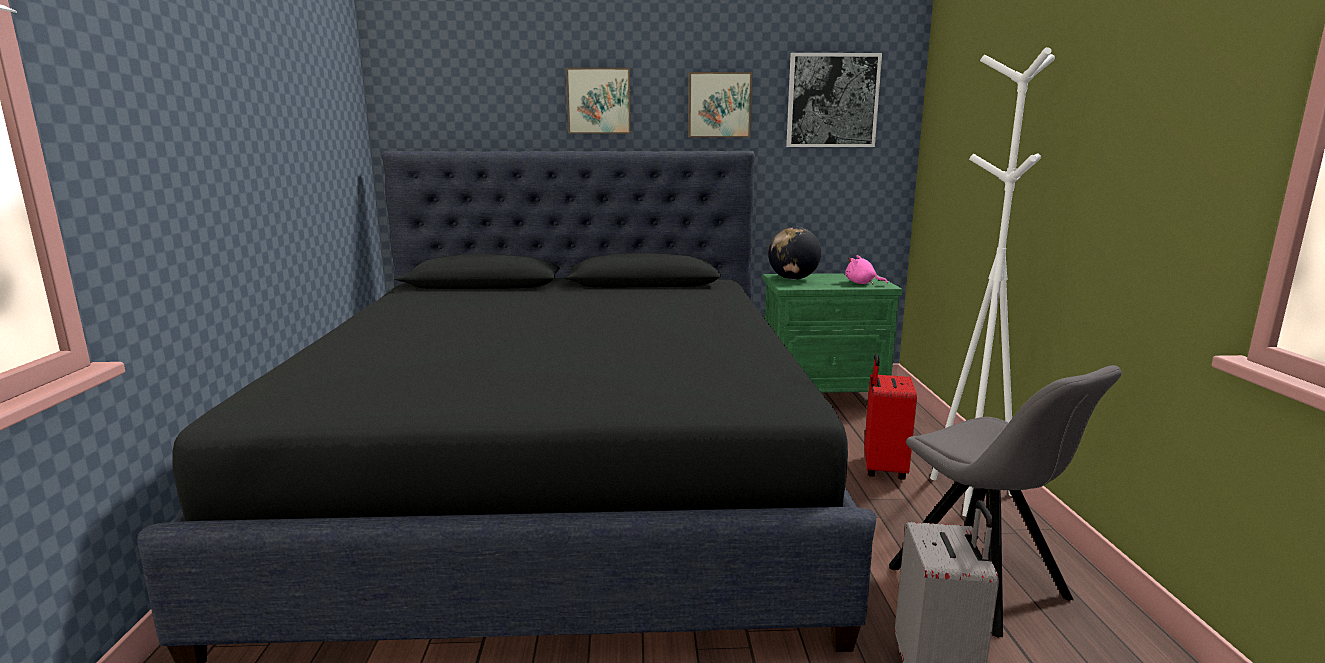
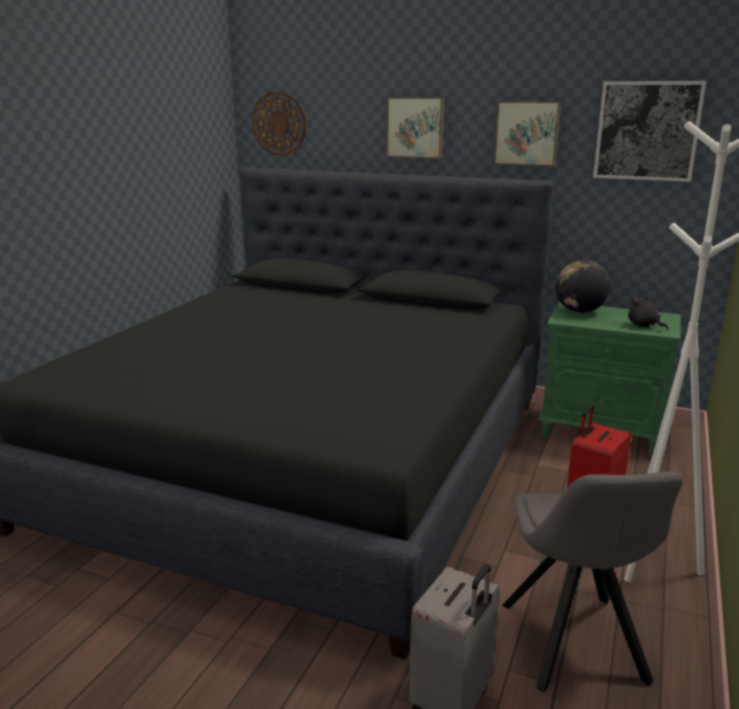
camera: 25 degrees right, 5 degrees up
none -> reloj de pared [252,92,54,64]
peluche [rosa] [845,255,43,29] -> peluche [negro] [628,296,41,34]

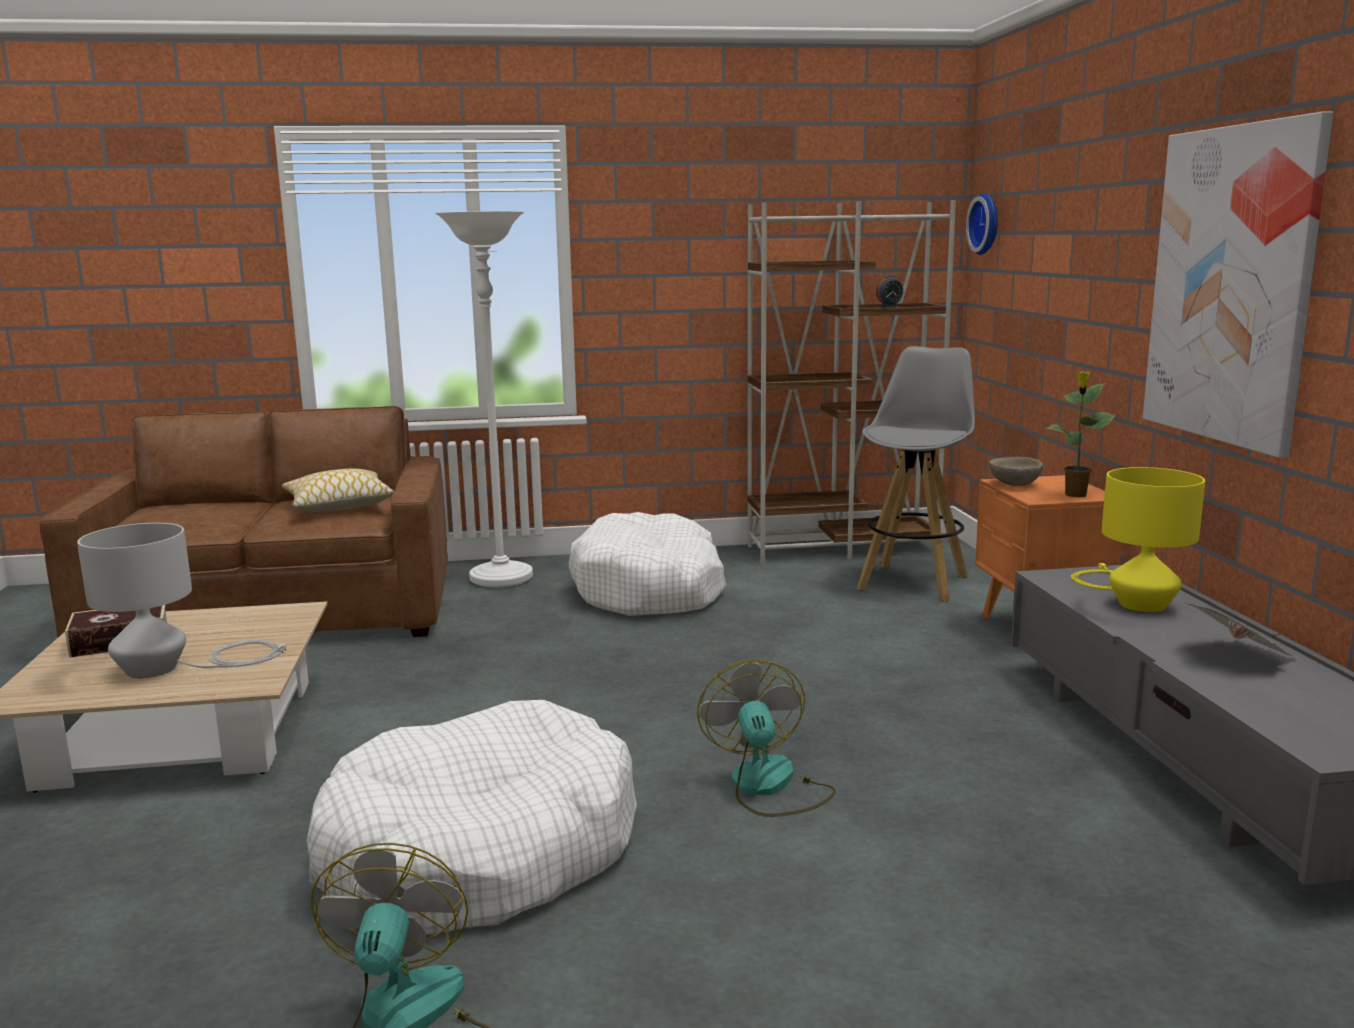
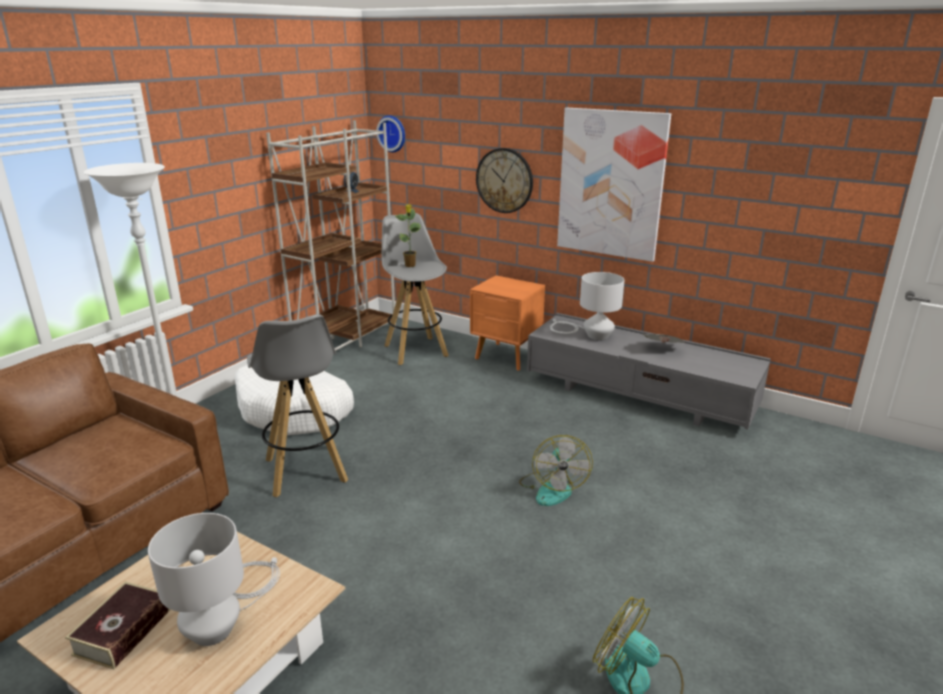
camera: 50 degrees left, 10 degrees up
cojín [282,469,112,43] -> none
cama para perro [blanco] [307,700,330,234] -> none
cuenco [beis] [989,457,54,29] -> none
none -> taburete [gris] [247,314,101,183]
none -> reloj de pared [476,148,57,65]
planta en maceta [1045,371,71,126] -> planta en maceta [395,204,26,63], shifted
lámpara de mesa [amarillo] [1071,467,134,146] -> lámpara de mesa [gris] [550,272,74,69]
ventilador [697,659,139,158] -> ventilador [519,435,74,71], 120 degrees counterclockwise

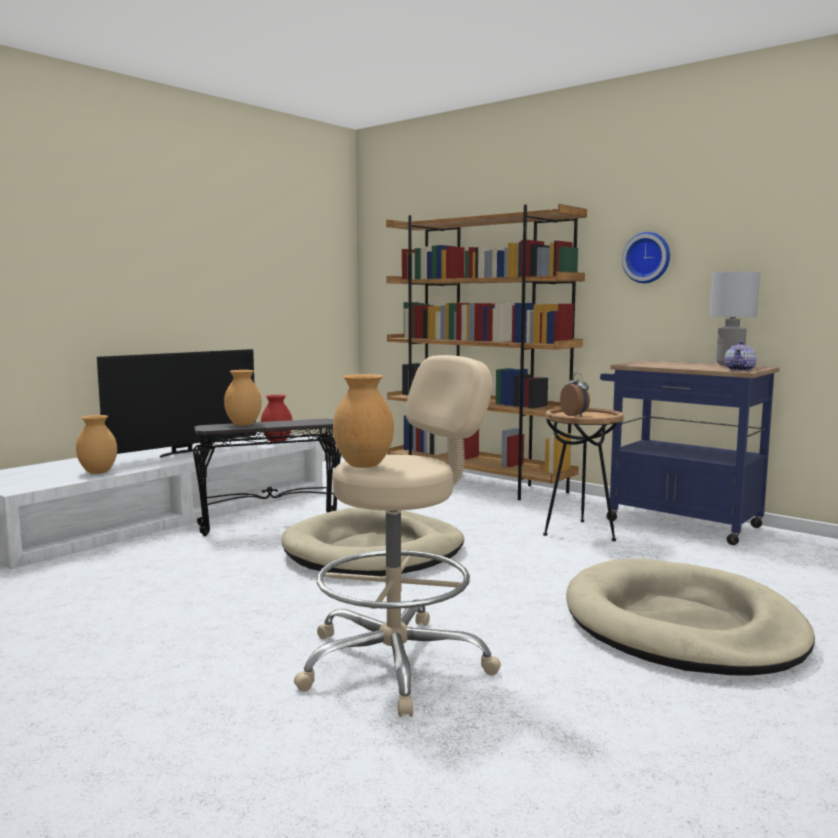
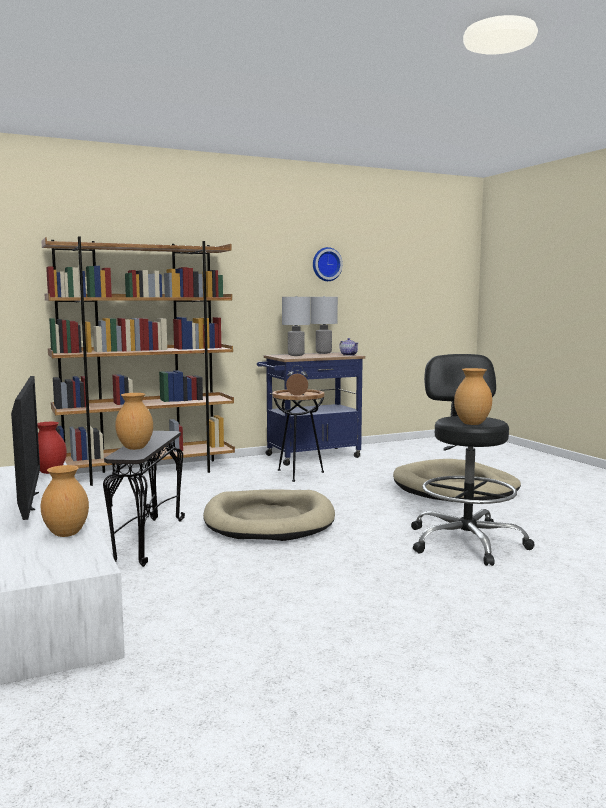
camera: 65 degrees left, 0 degrees up
none -> lámpara de mesa [gris] [282,296,28,60]
reloj de pared [622,232,48,51] -> reloj de pared [313,247,30,34], shifted
taburete [beis] [294,355,207,362] -> taburete [negro] [411,354,124,212]

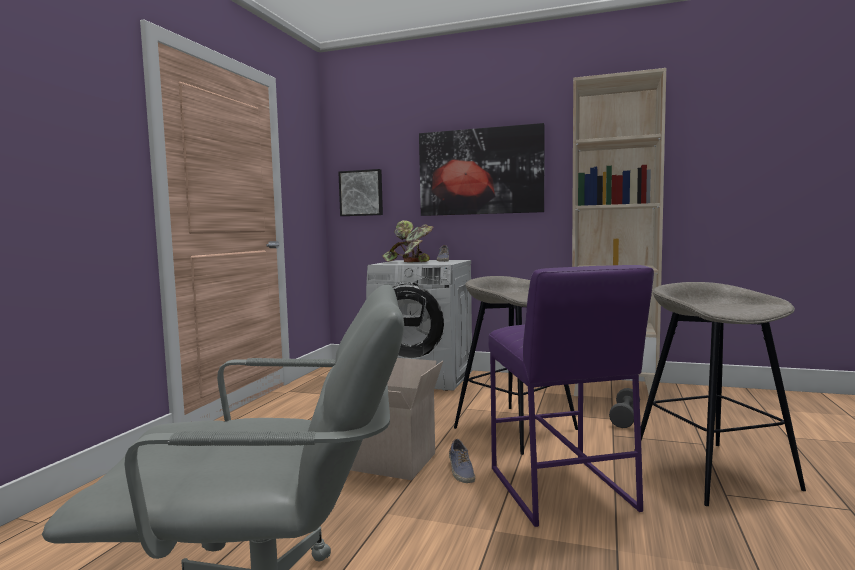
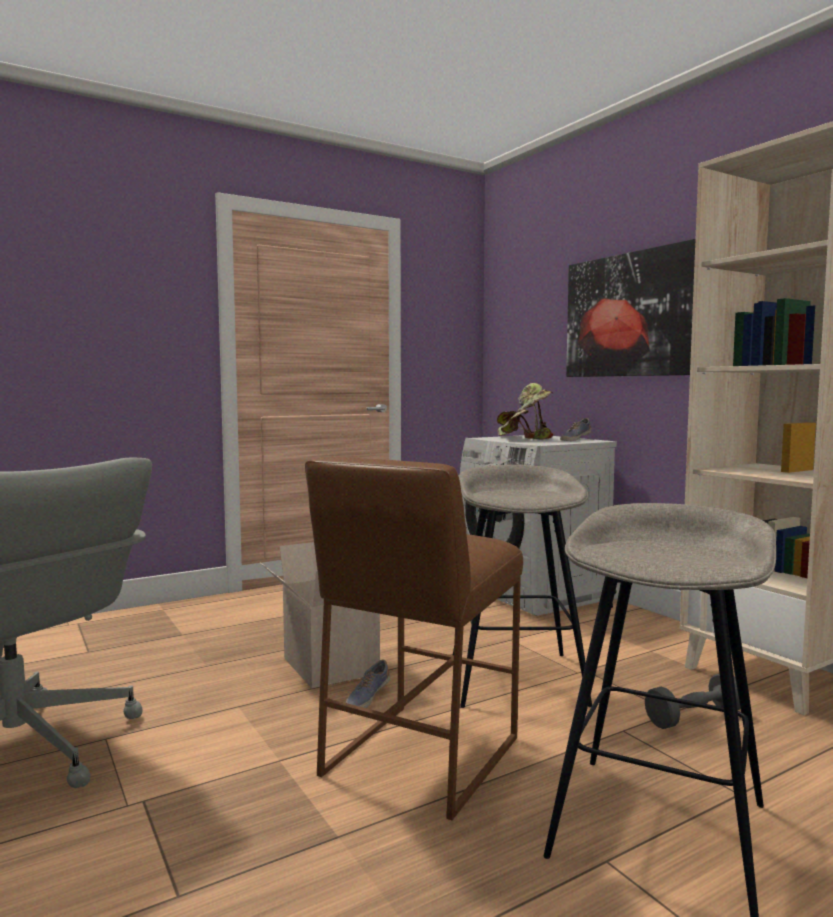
camera: 40 degrees right, 0 degrees up
cuadro [338,169,45,47] -> none
taburete [morado] [488,265,166,262] -> taburete [marrón] [305,457,218,363]

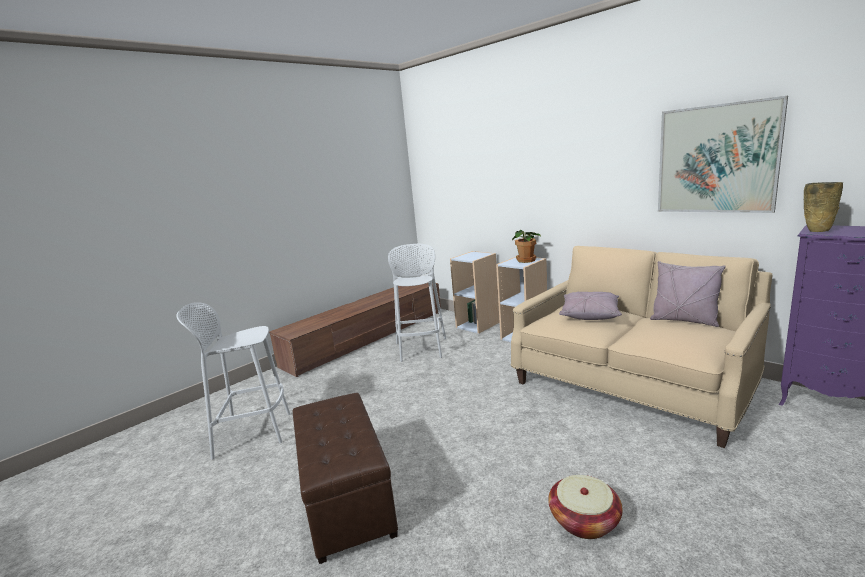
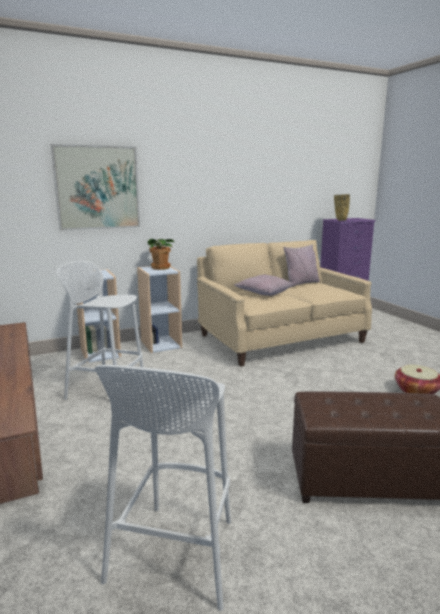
camera: 70 degrees left, 0 degrees up
cuadro [658,96,130,117] -> cuadro [51,144,89,87], shifted

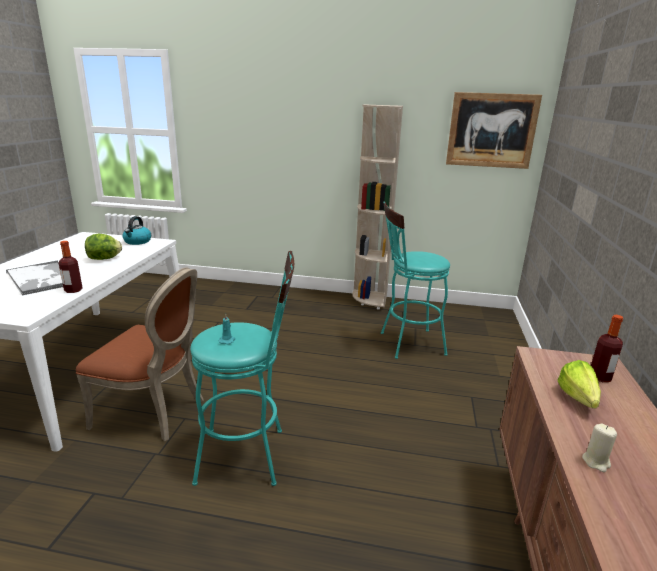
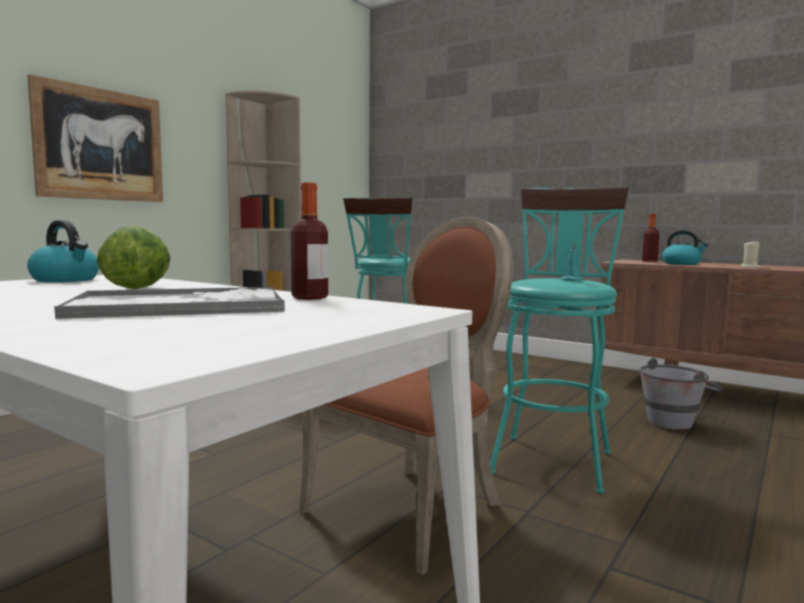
camera: 65 degrees left, 15 degrees down
none -> cubo [gris] [639,358,84,72]
cuadro [446,92,96,77] -> cuadro [27,74,136,128], shifted
lechuga [557,360,44,49] -> hervidor [662,230,46,35]

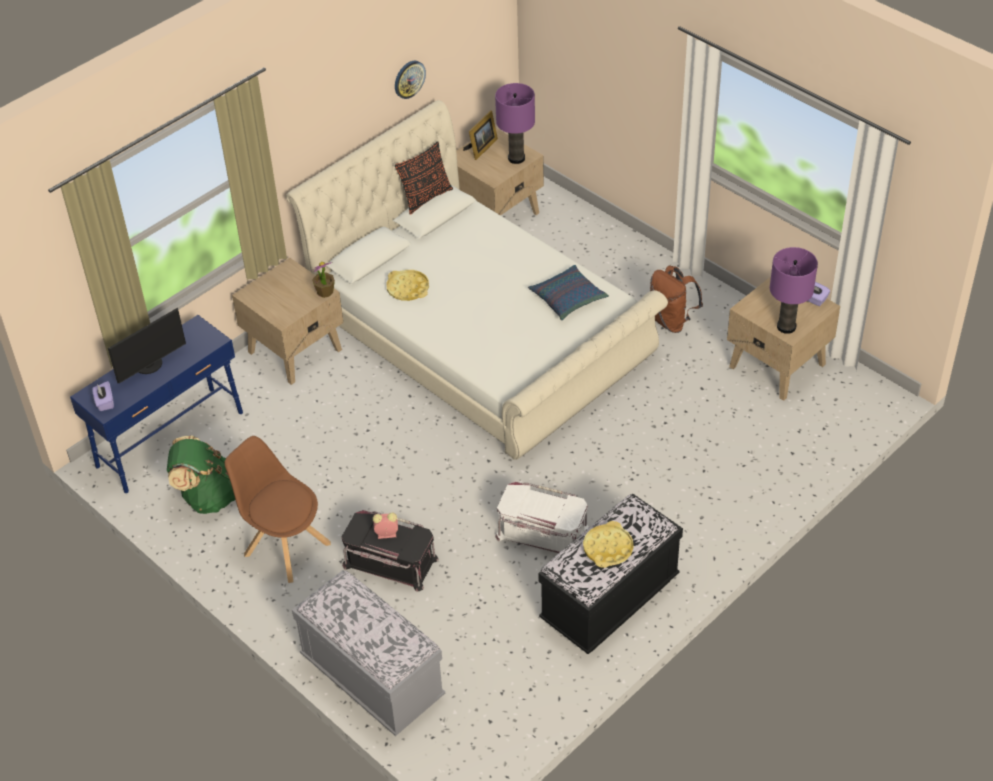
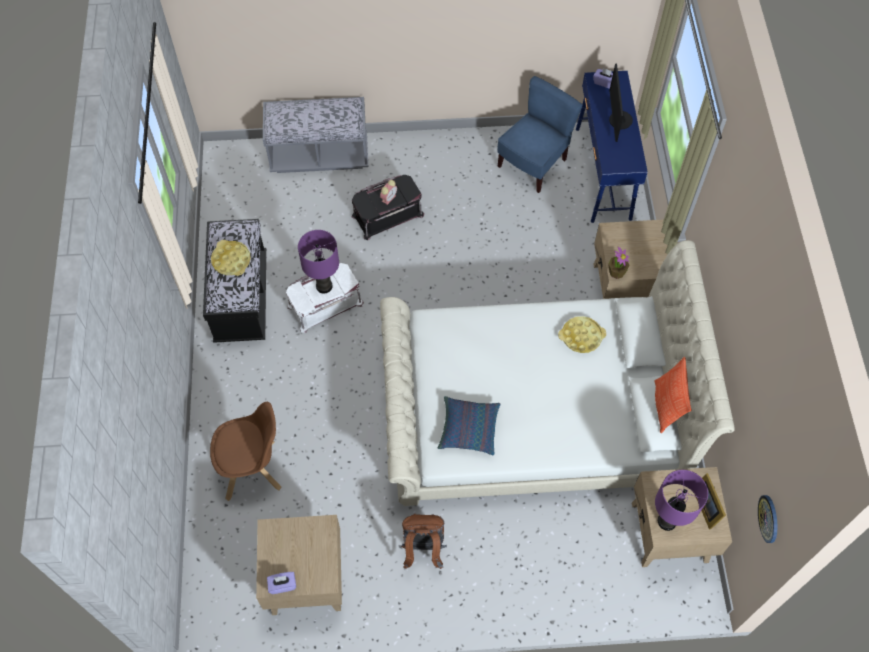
camera: 130 degrees right, 15 degrees up
silla [marrón] [225,436,106,147] -> silla [marrón] [210,402,72,99], shifted
reloj de pared [395,60,31,39] -> reloj de pared [758,495,19,48], shifted
lámpara de mesa [morado] [770,247,48,87] -> lámpara de mesa [morado] [298,230,41,64], shifted
mochila [verde] [167,435,68,79] -> silla [azul] [497,76,85,117]
cojín [negro] [395,141,58,74] -> cojín [naranja] [655,357,36,76]

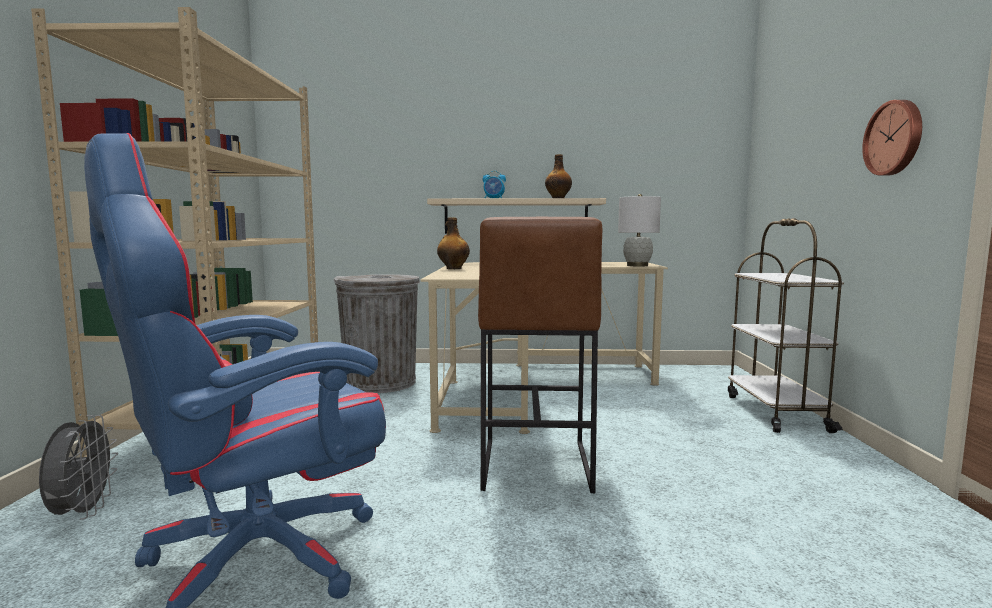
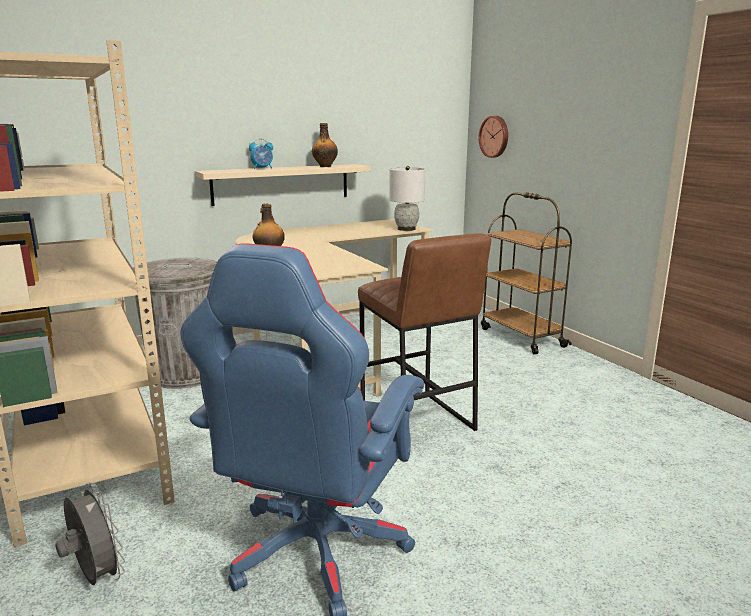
camera: 30 degrees left, 10 degrees up
reloj de pared [862,100,60,76] -> reloj de pared [478,116,30,42], shifted
carrito [blanco] [728,218,116,215] -> carrito [marrón] [481,192,91,162]

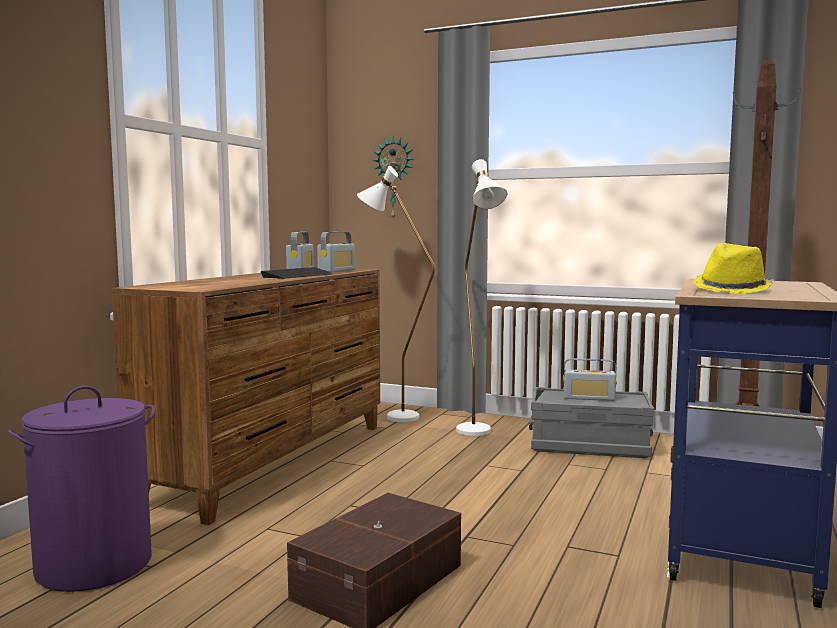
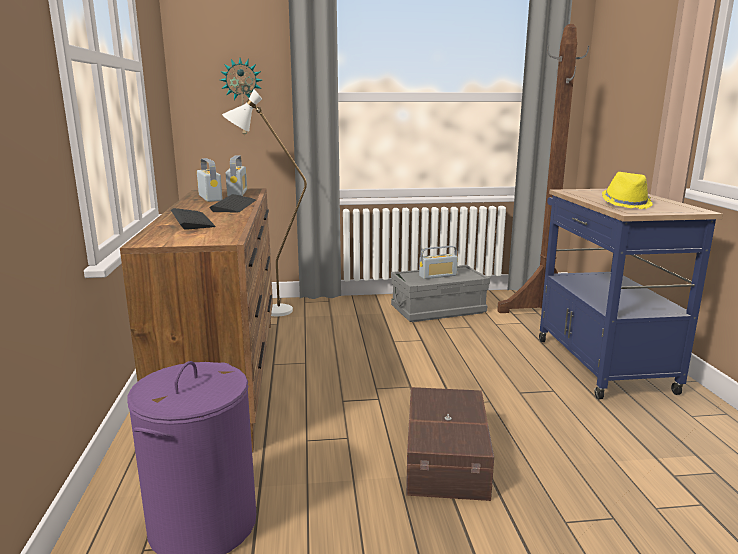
camera: 30 degrees left, 10 degrees up
lámpara de pie [blanco] [456,159,51,277] -> none
none -> teclado [171,208,45,22]

